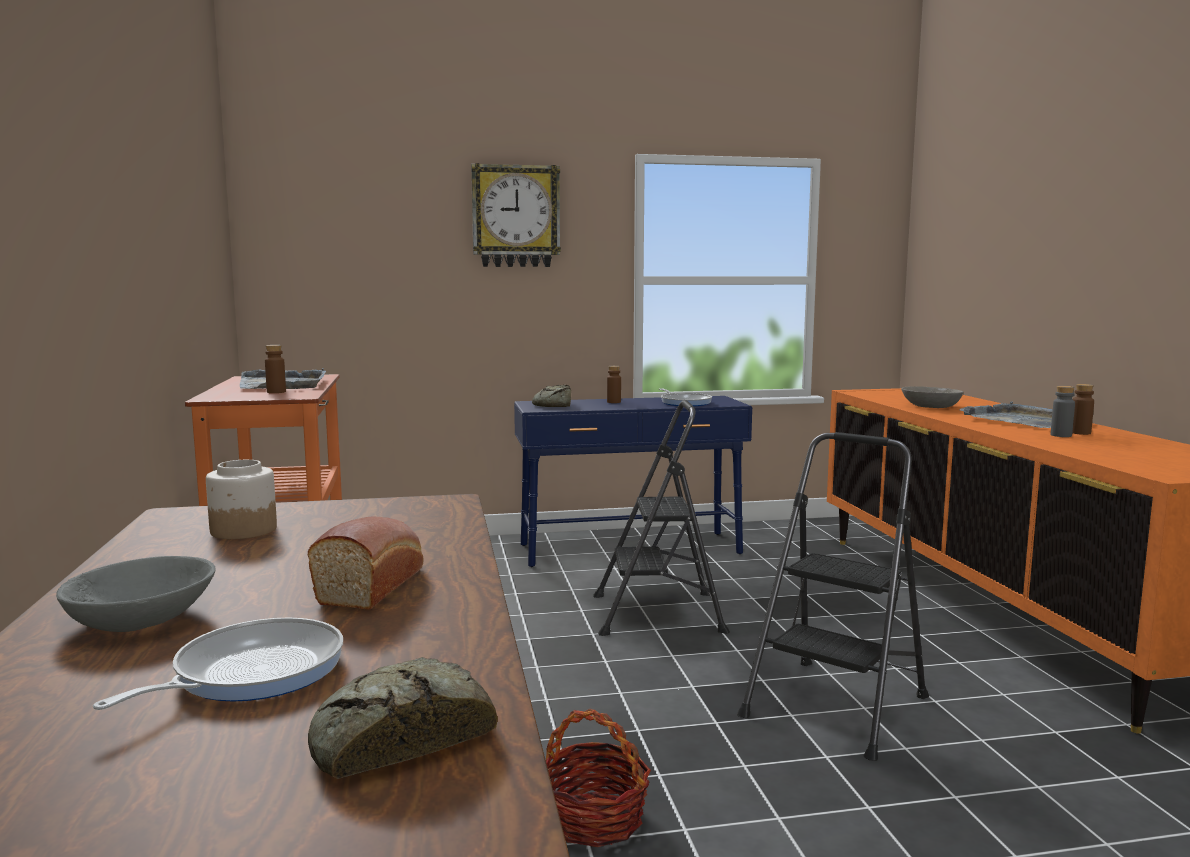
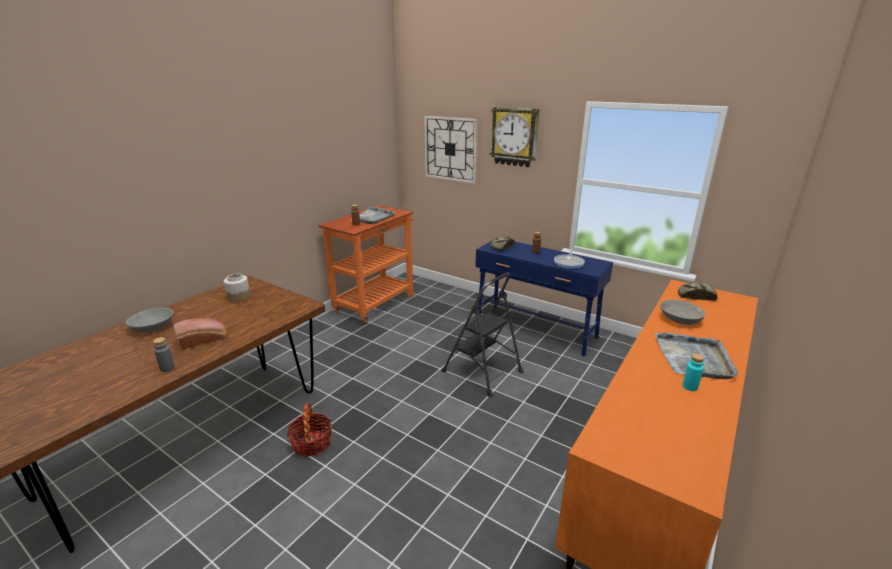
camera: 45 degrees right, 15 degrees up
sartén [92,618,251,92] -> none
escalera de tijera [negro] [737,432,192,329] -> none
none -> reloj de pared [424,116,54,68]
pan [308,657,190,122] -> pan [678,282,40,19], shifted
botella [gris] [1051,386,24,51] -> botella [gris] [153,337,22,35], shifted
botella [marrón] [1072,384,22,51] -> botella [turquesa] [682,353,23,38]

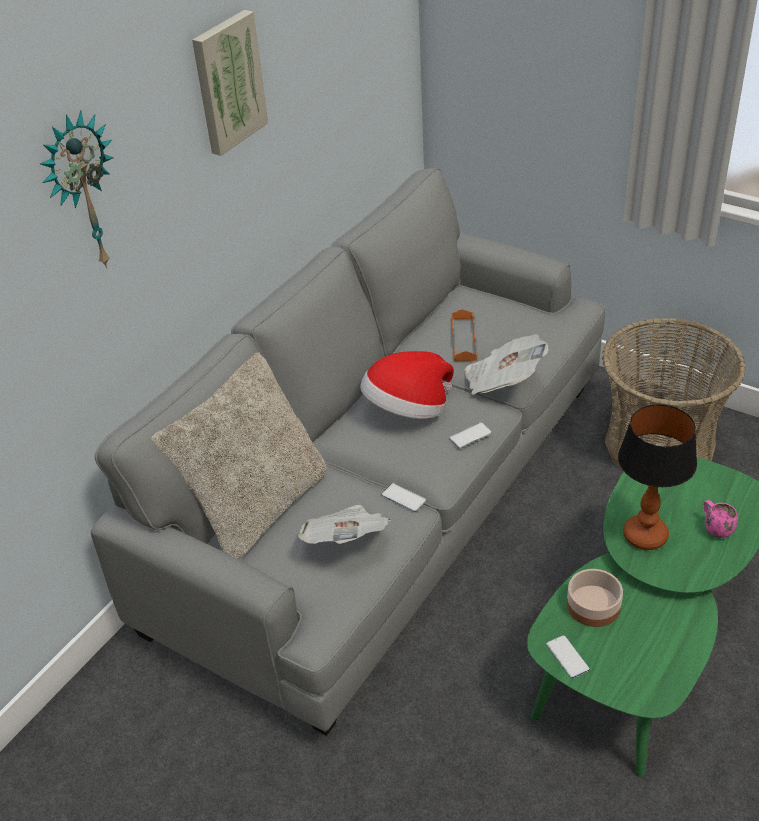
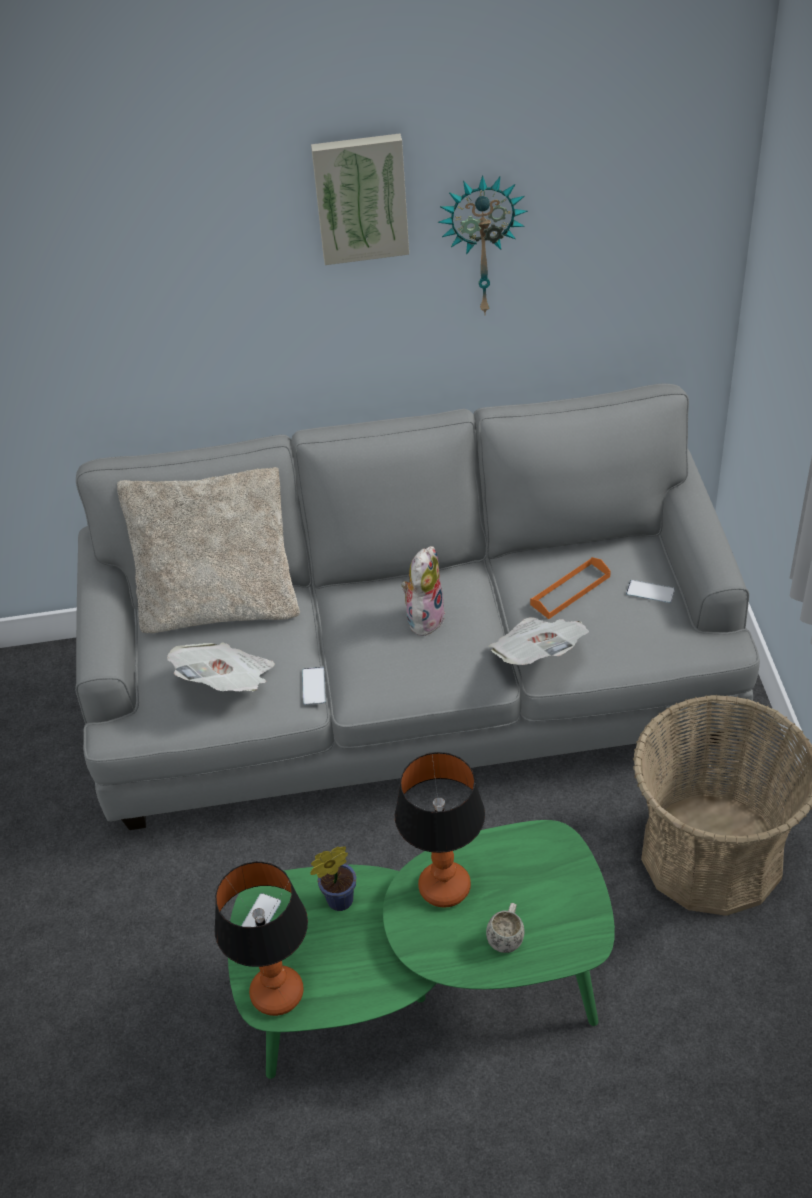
camera: 50 degrees right, 5 degrees up
none -> lámpara de mesa [214,861,94,155]
reloj de pared [40,110,74,158] -> reloj de pared [438,175,90,138], shifted
móvil [449,422,43,26] -> móvil [626,580,49,23], shifted
sombrero [360,351,94,68] -> peluche [401,546,44,91]
cuenco [567,569,56,58] -> planta en maceta [311,846,46,65]
taza grande [rosa] [703,500,35,38] -> taza grande [blanco] [486,903,38,50]

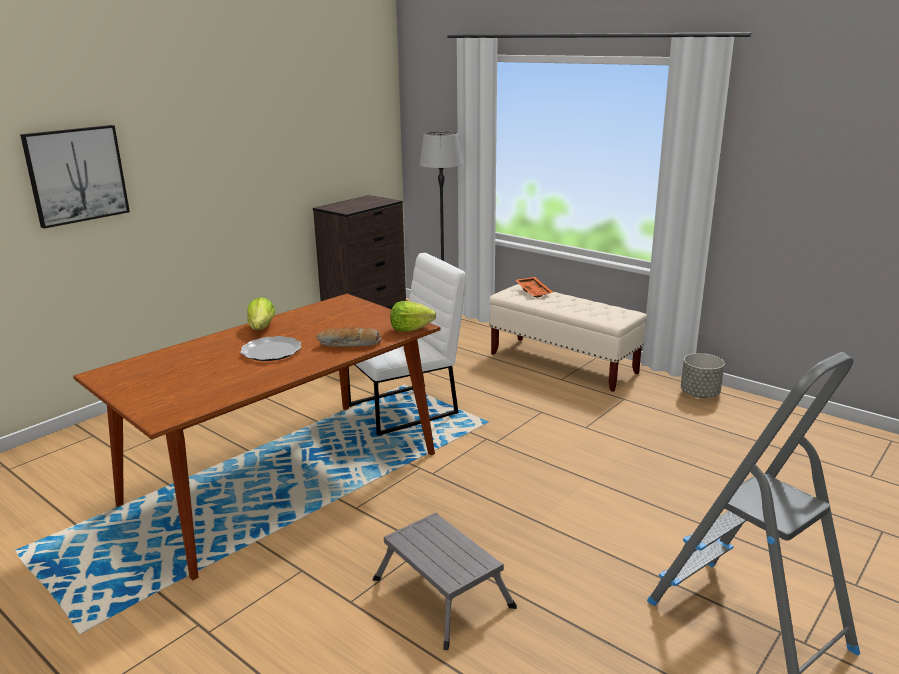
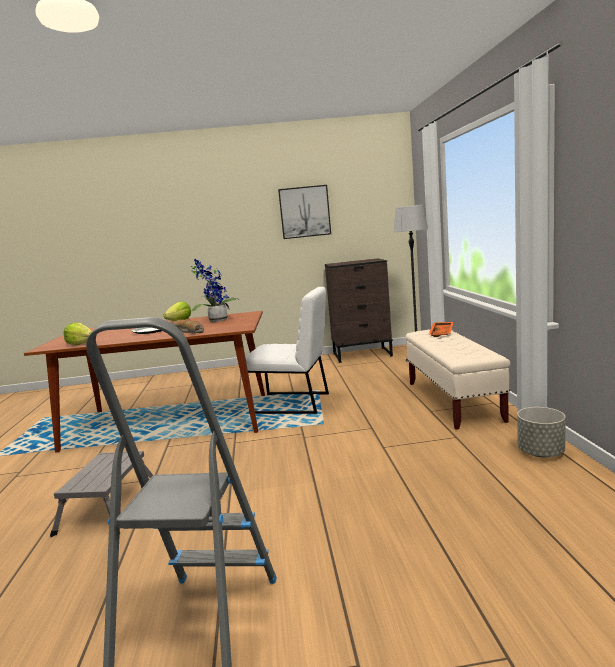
camera: 45 degrees right, 10 degrees down
none -> planta en maceta [190,259,50,63]
cuadro [20,125,110,104] -> cuadro [278,185,53,54], shifted
lechuga [390,301,46,31] -> lechuga [64,323,28,22], shifted

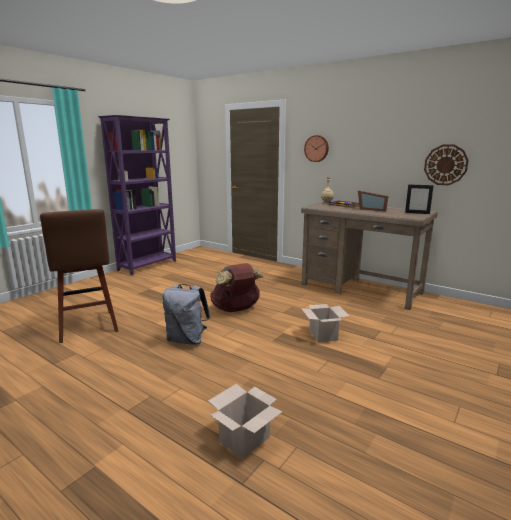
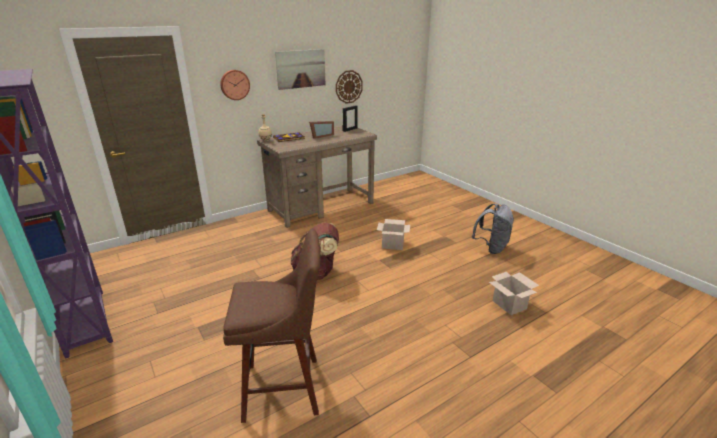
camera: 70 degrees left, 10 degrees up
none -> cuadro [275,49,51,41]
mochila [gris] [162,284,48,61] -> mochila [gris] [472,203,42,51], shifted

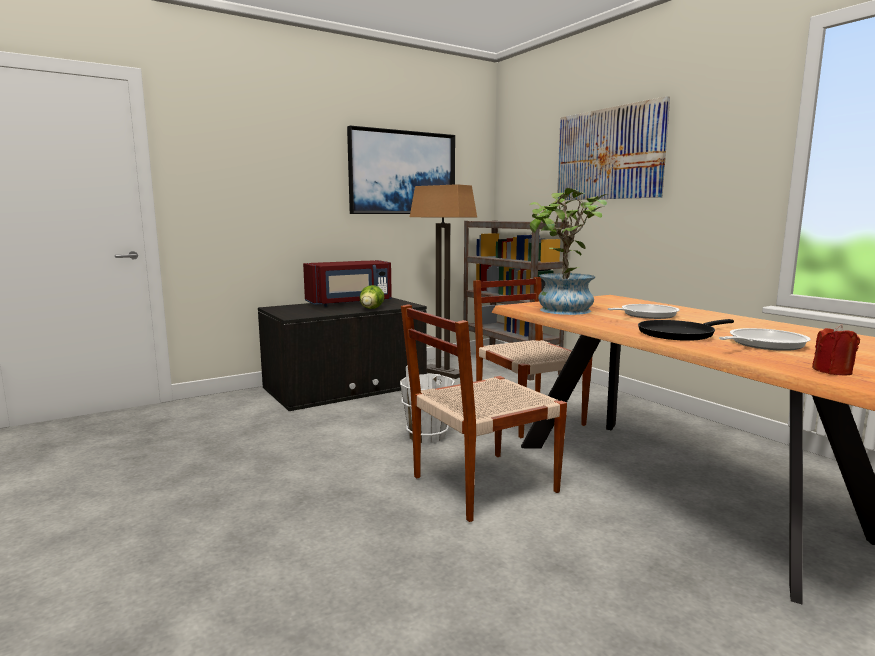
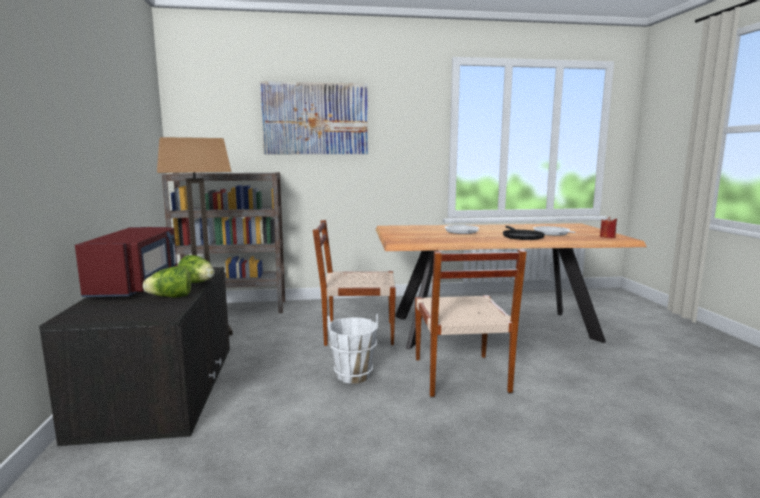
camera: 65 degrees left, 0 degrees up
cuadro [347,126,108,88] -> none
planta en maceta [529,188,79,127] -> none
none -> lechuga [143,266,48,32]

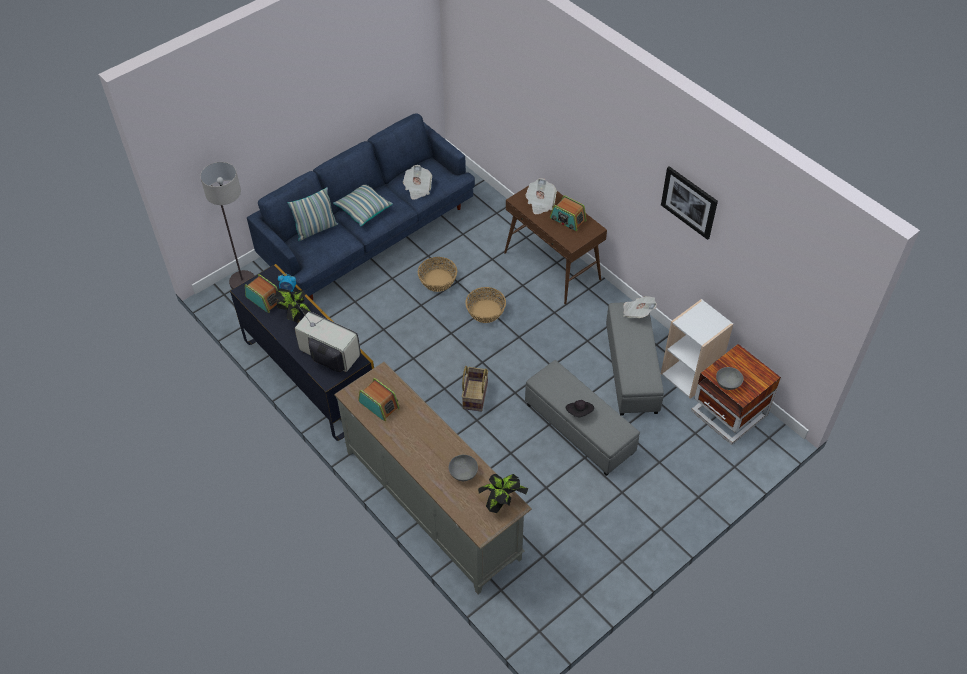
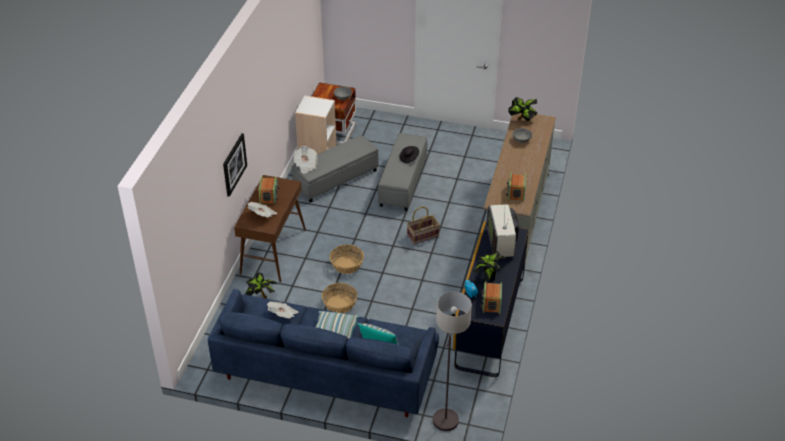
camera: 125 degrees left, 10 degrees down
none -> planta en maceta [246,273,30,26]
cuadro [661,166,57,74] -> cuadro [223,133,24,64], shifted

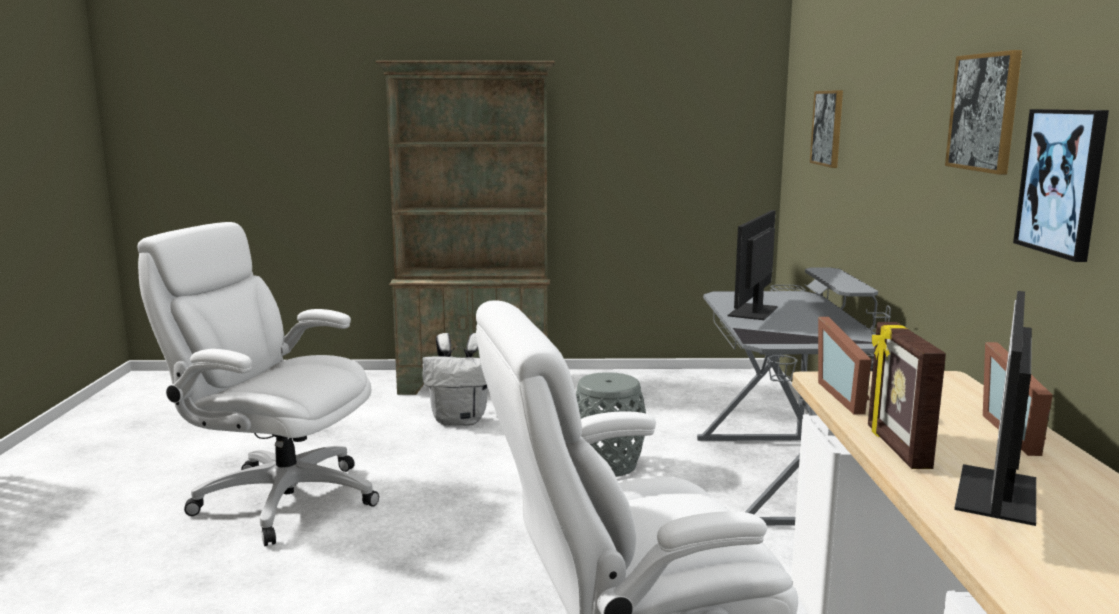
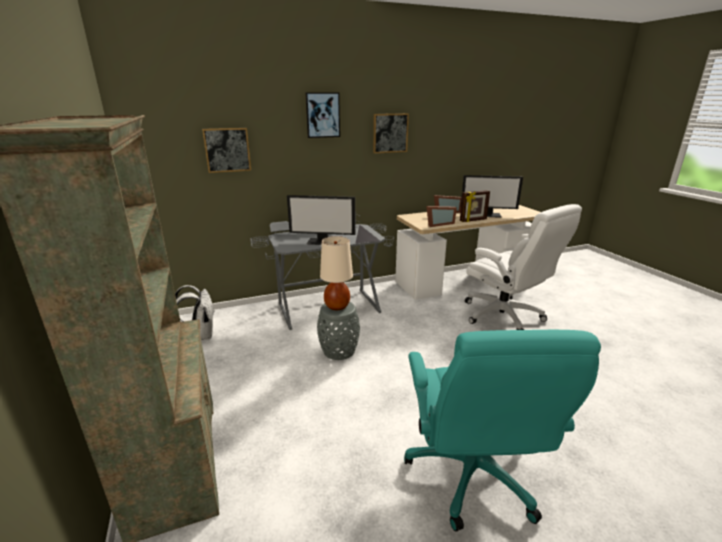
camera: 110 degrees left, 10 degrees up
none -> lámpara de mesa [beis] [320,236,33,74]
mochila [blanco] [422,333,66,93] -> mochila [blanco] [175,285,39,55], shifted
cuadro [1013,109,96,153] -> cuadro [306,92,34,46], shifted
silla de oficina [blanco] [138,222,241,324] -> silla de oficina [turquesa] [404,330,197,202]

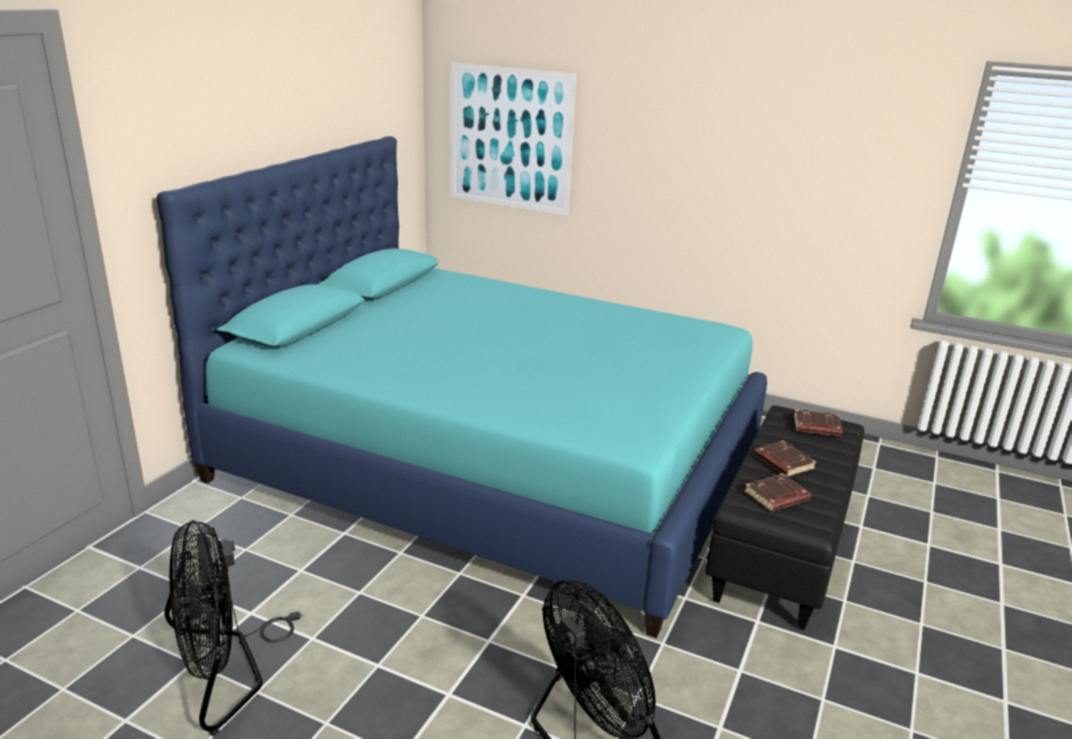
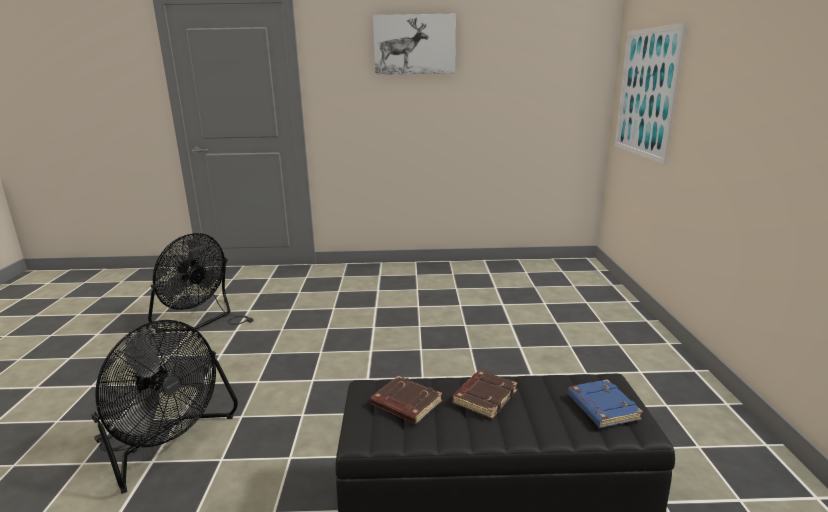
camera: 65 degrees right, 5 degrees down
cama [turquesa] [157,136,610,502] -> none
none -> cuadro [373,14,83,61]
libro [marrón] [794,409,49,28] -> libro [azul] [567,379,76,49]

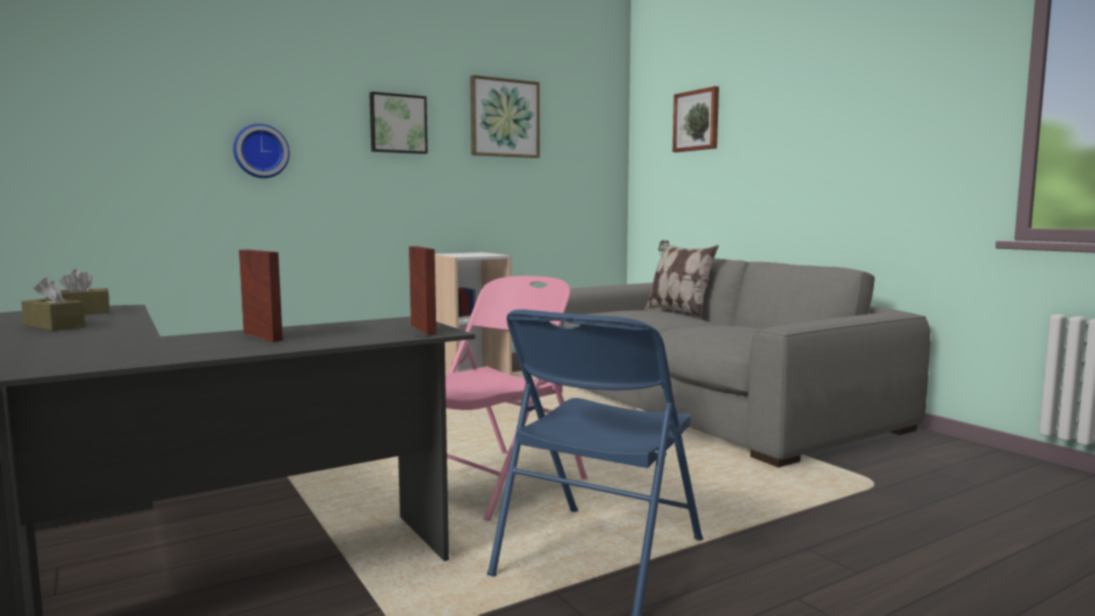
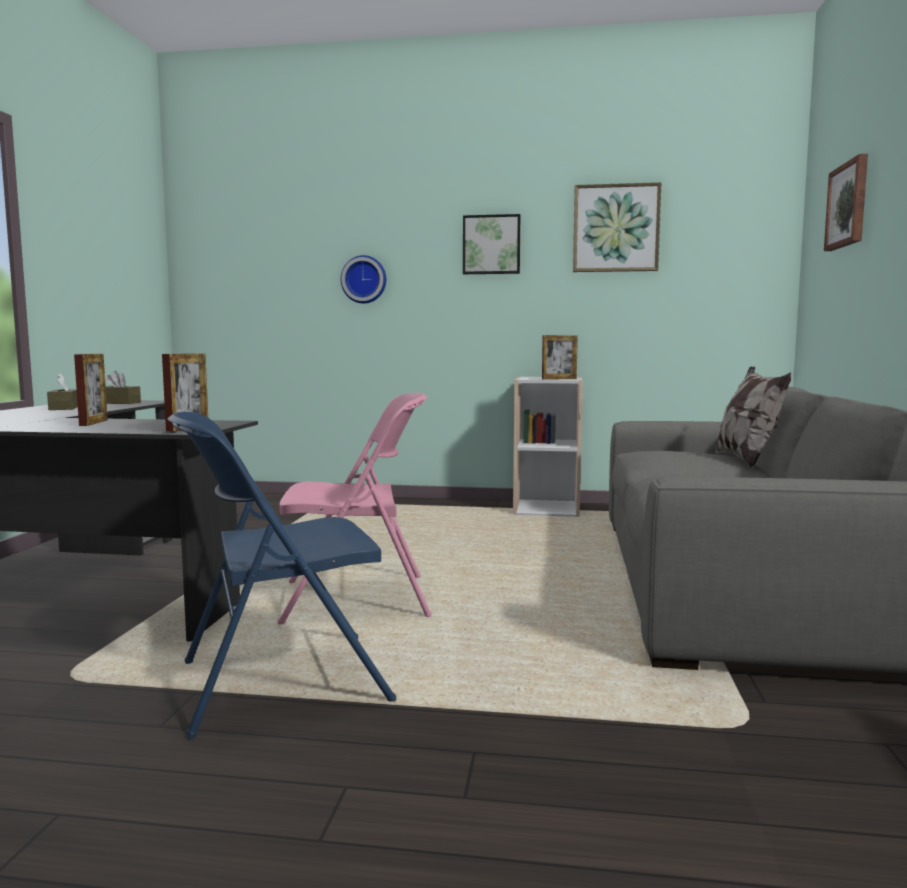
camera: 40 degrees right, 0 degrees up
none -> portarretratos [542,335,36,44]

